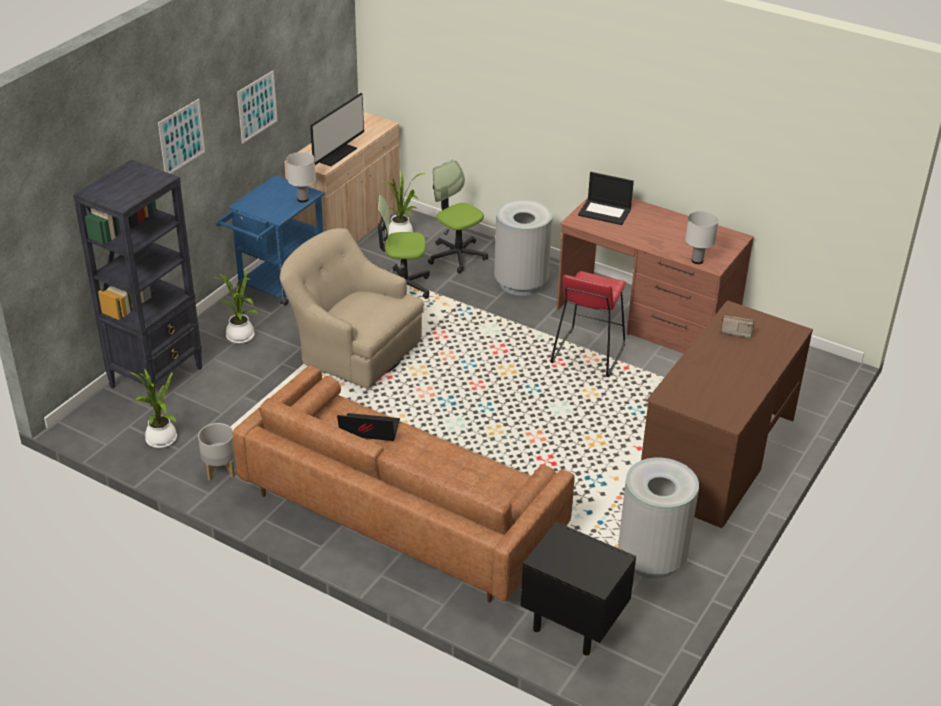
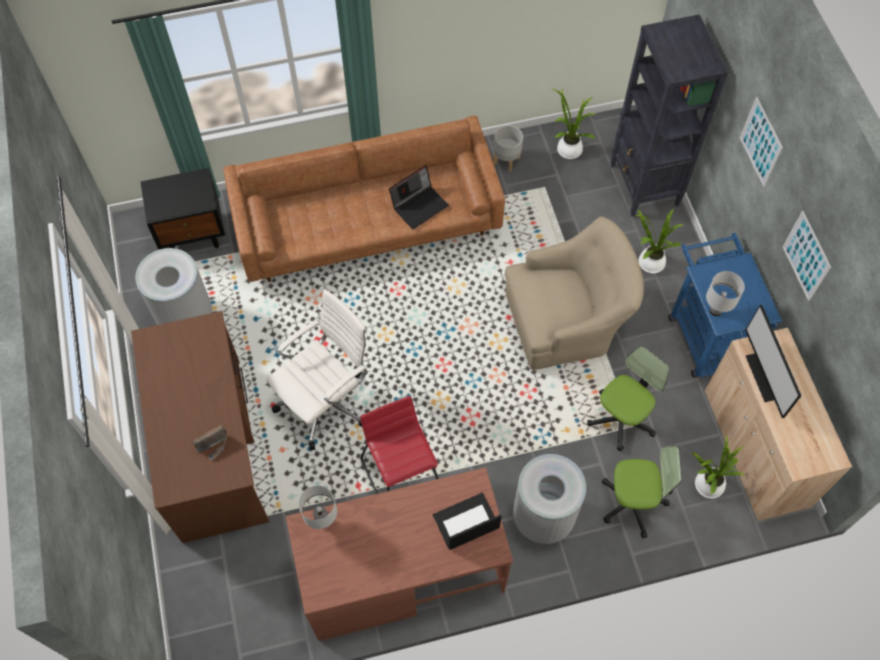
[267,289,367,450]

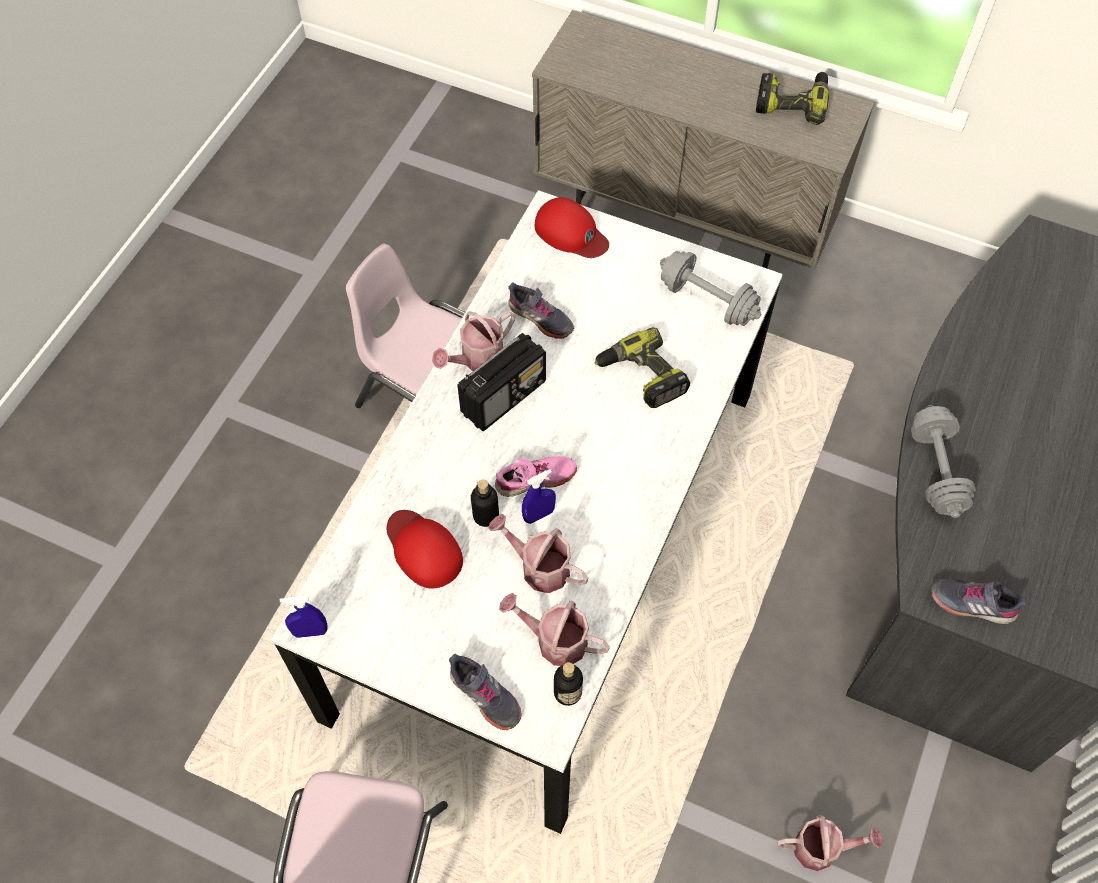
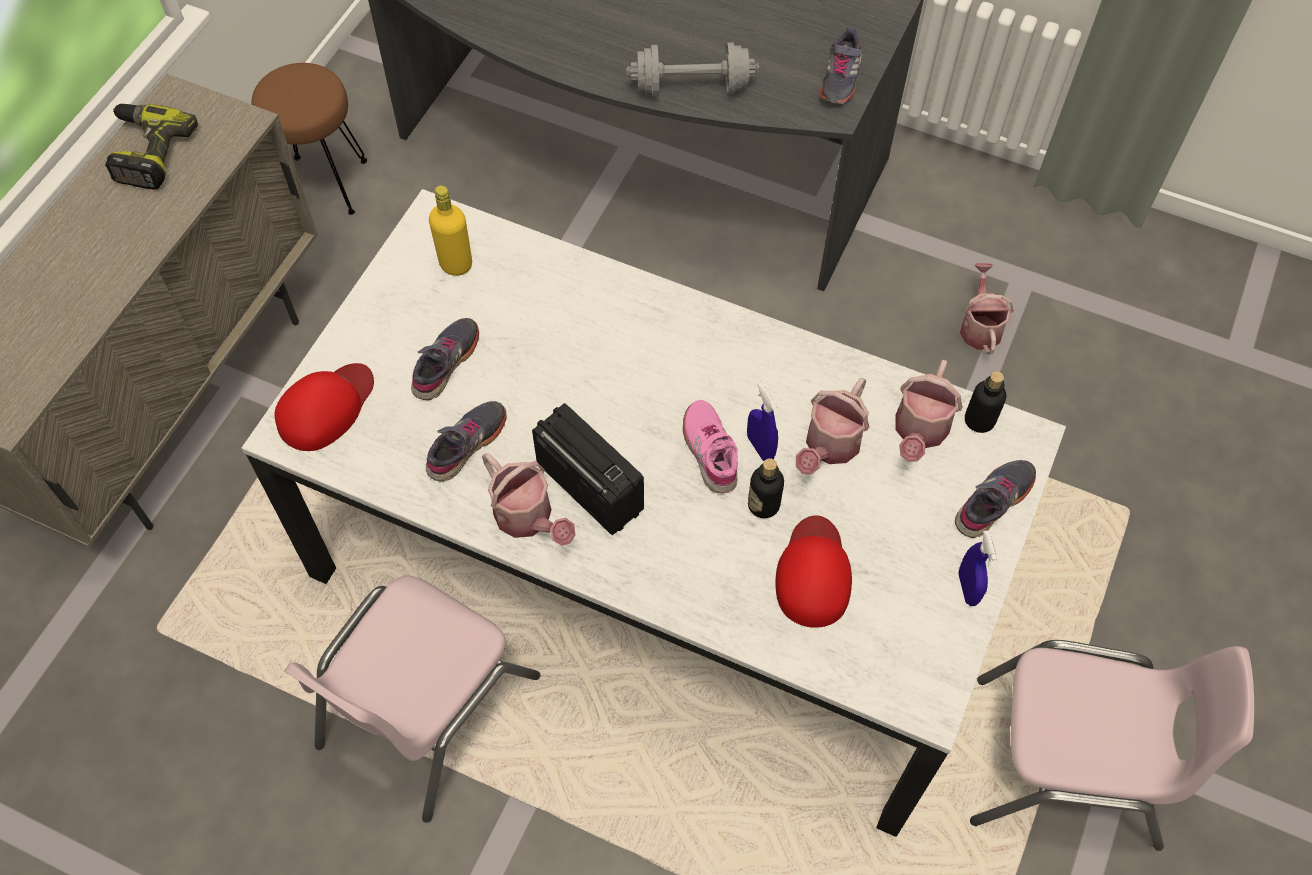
[252,63,367,215]
[411,318,479,400]
[429,185,472,276]
[775,515,852,628]
[958,531,997,606]
[595,327,690,408] (first image)

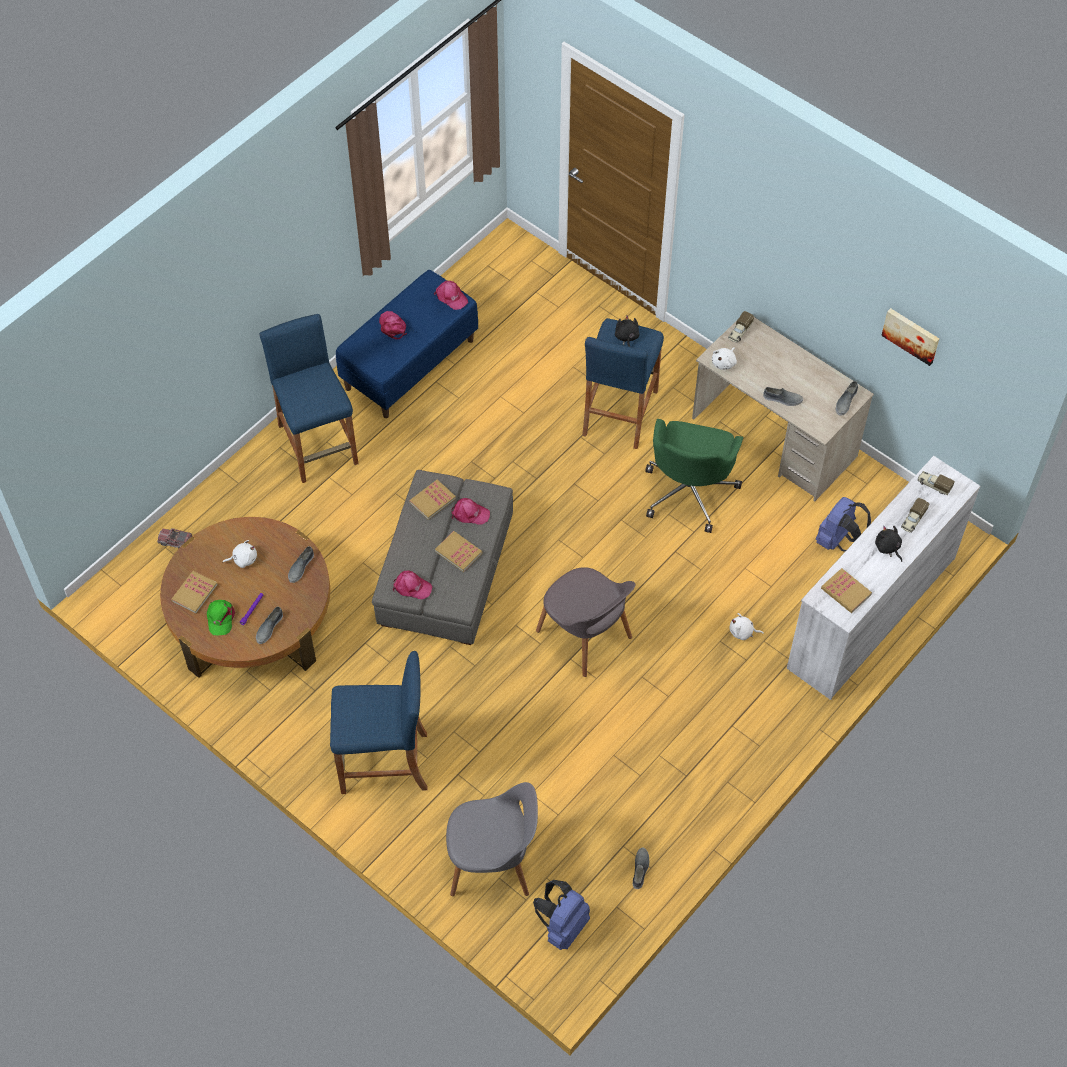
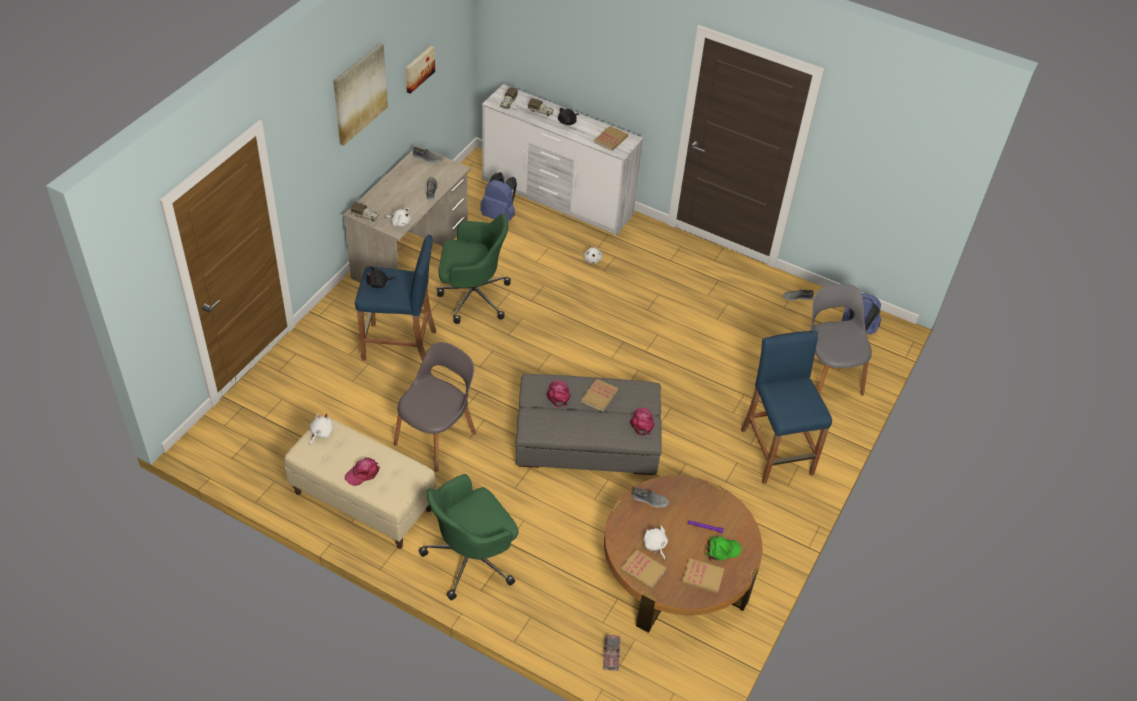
[284,416,436,549]
[309,413,333,445]
[333,43,388,146]
[394,342,476,472]
[419,474,519,600]
[620,549,667,590]
[256,607,283,644] (first image)

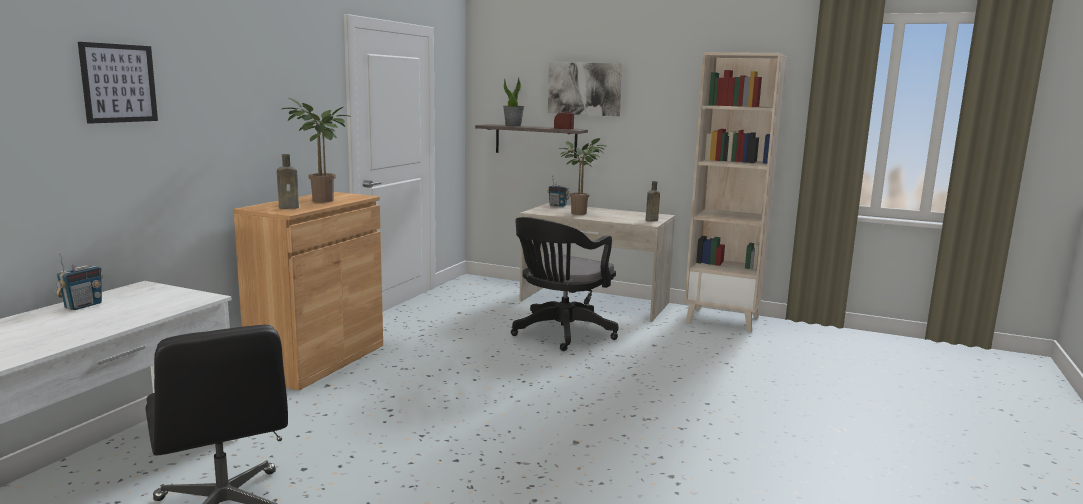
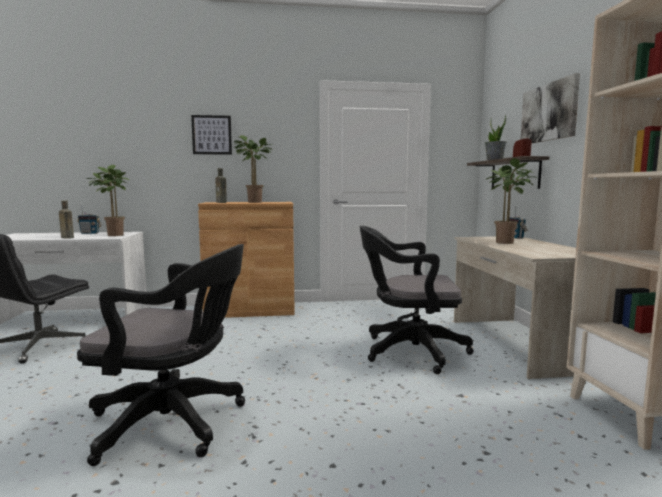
[59,201,74,239]
[77,244,245,466]
[86,165,129,236]
[191,115,232,155]

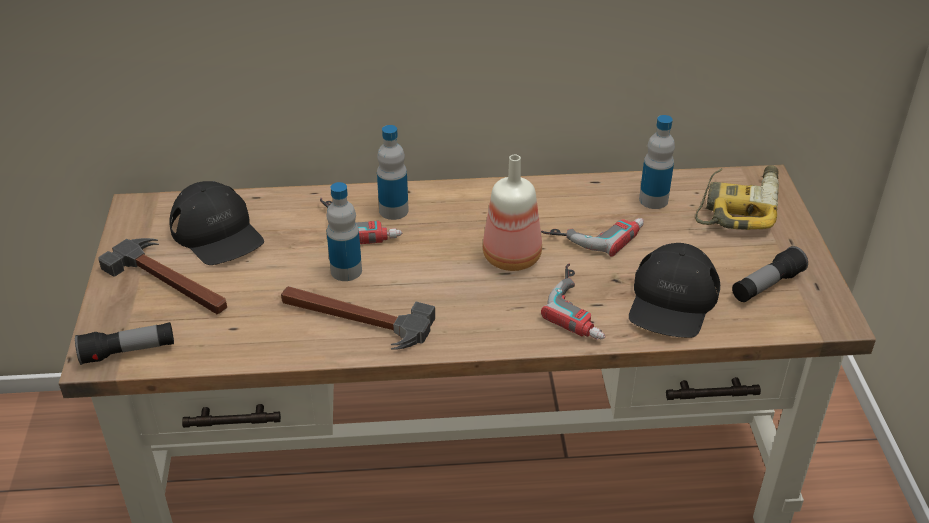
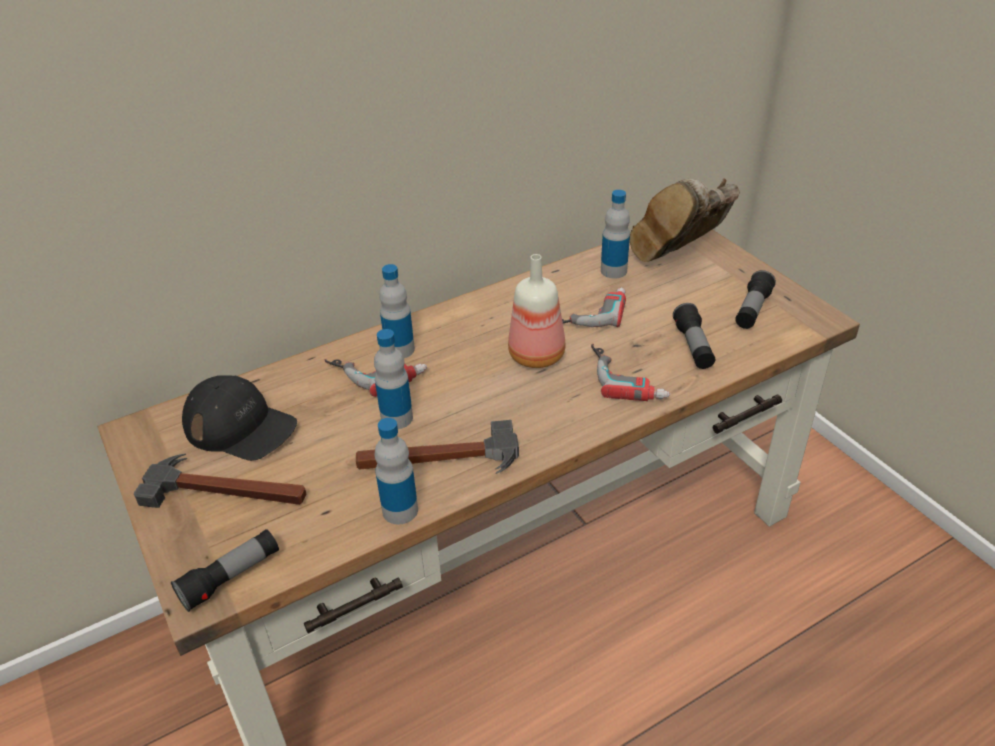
[374,418,418,525]
[630,178,740,262]
[673,303,715,369]

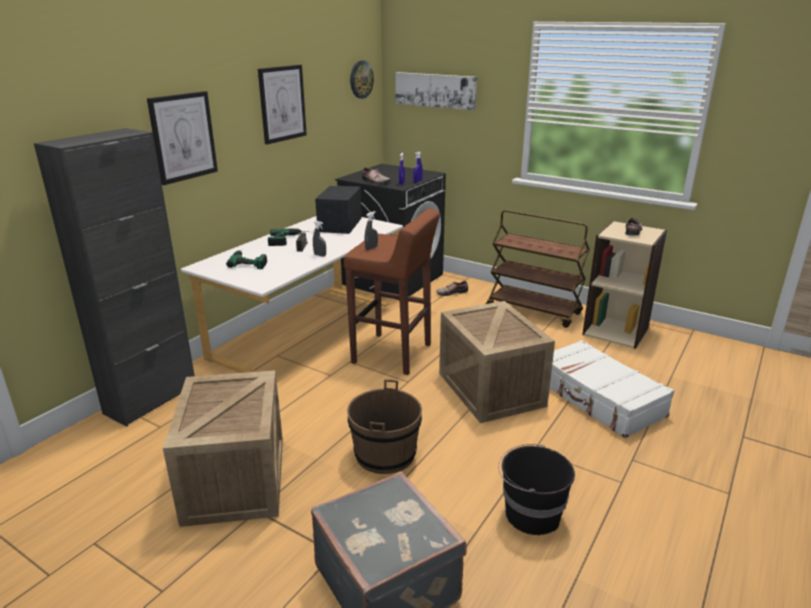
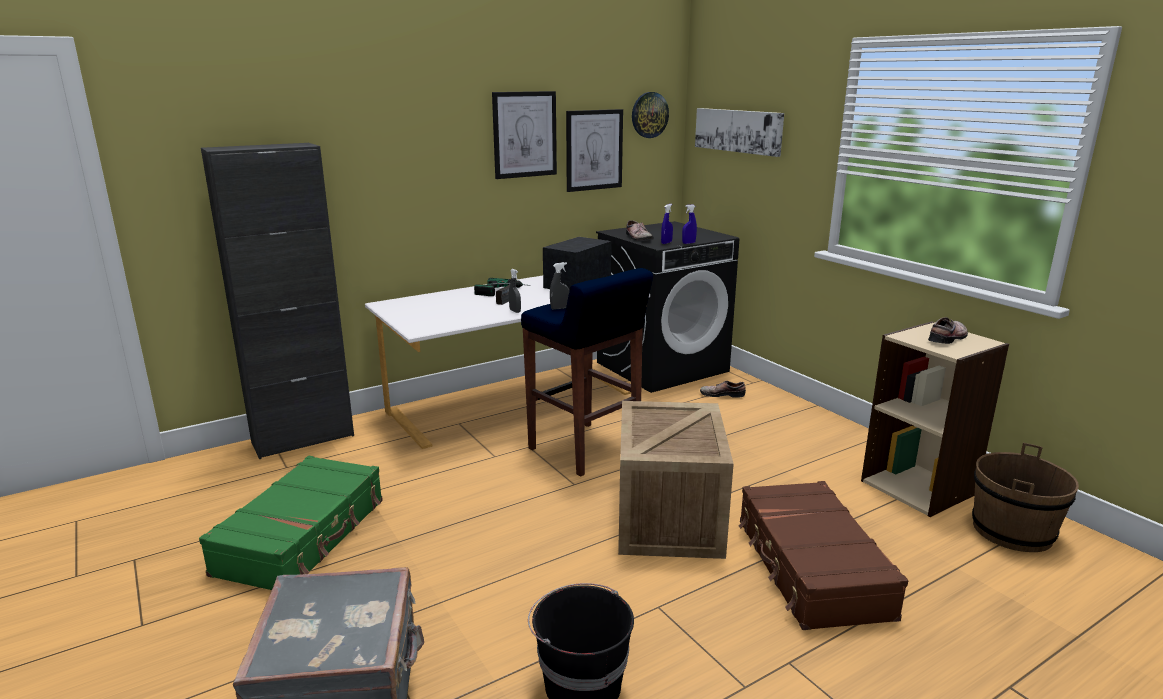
[199,456,383,590]
[521,268,653,476]
[566,109,623,192]
[739,481,908,630]
[972,443,1079,552]
[226,249,267,269] (first image)
[486,210,590,328] (first image)

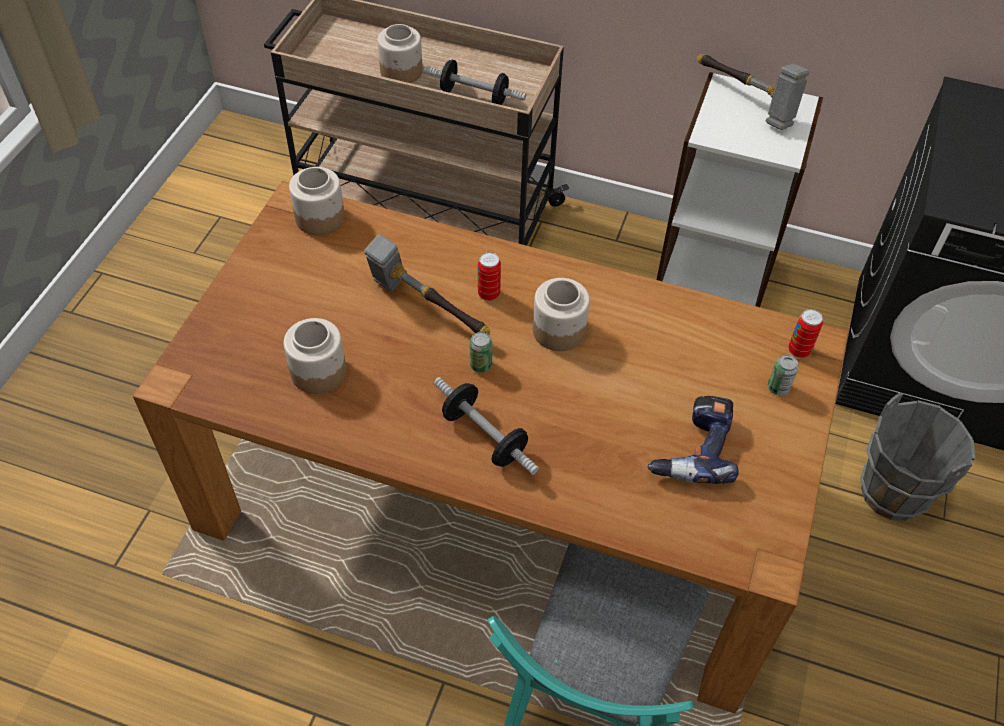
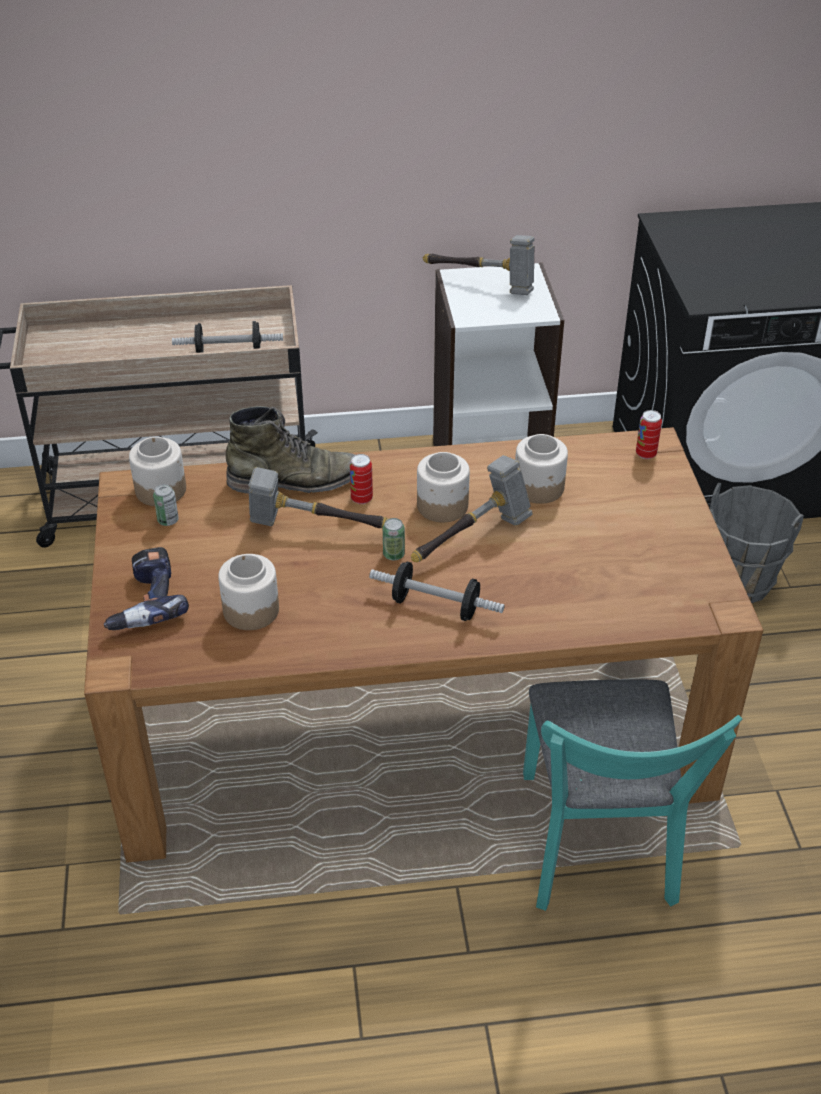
[104,547,189,630]
[153,484,179,526]
[226,406,355,494]
[411,455,532,562]
[515,434,568,504]

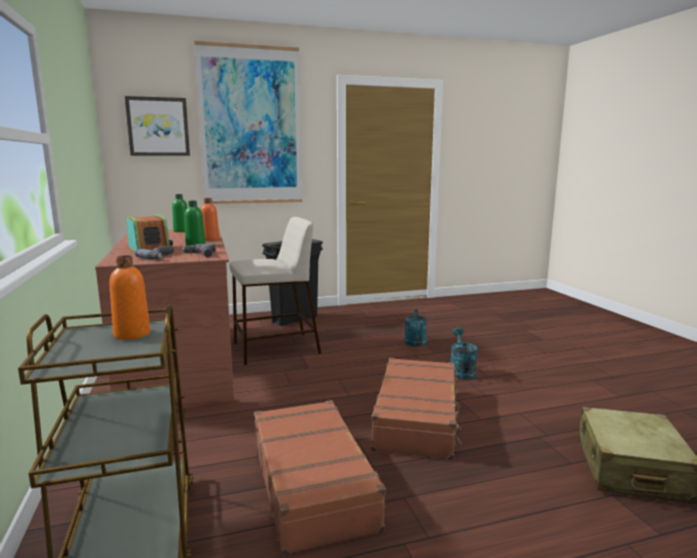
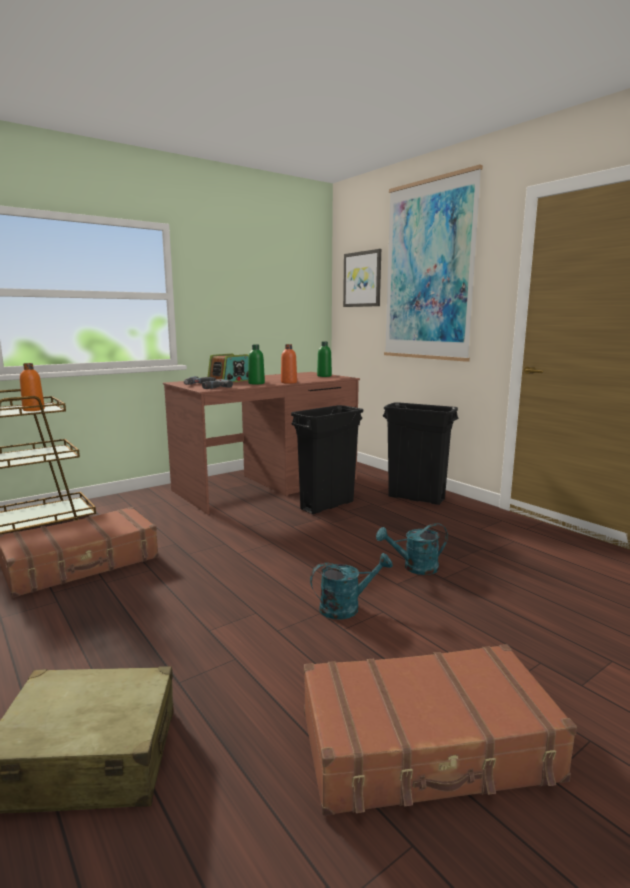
[291,405,363,514]
[304,644,577,816]

